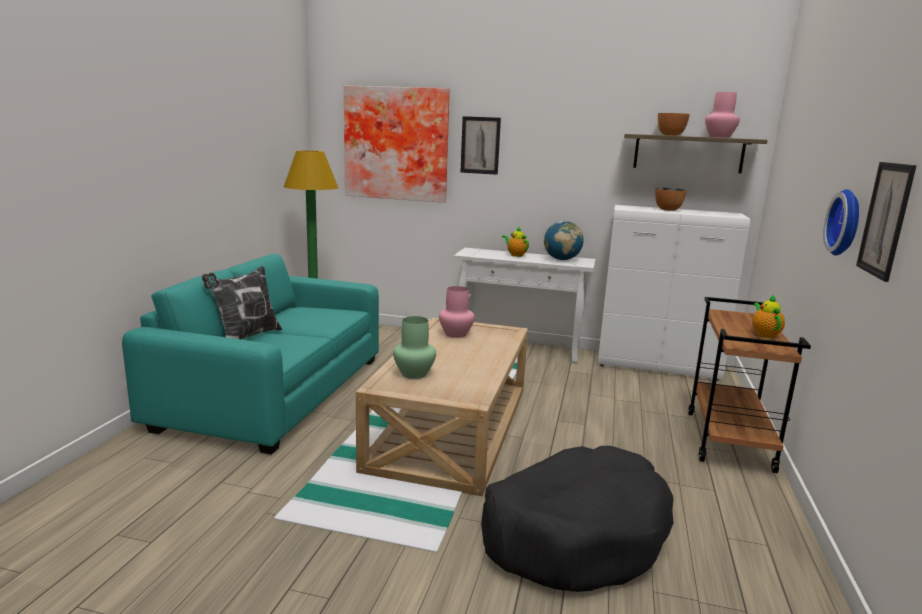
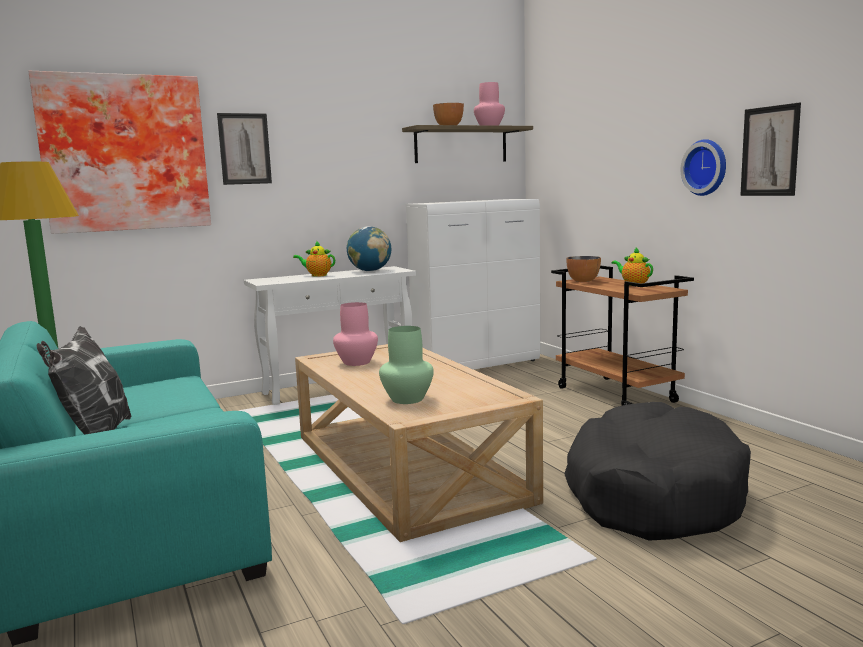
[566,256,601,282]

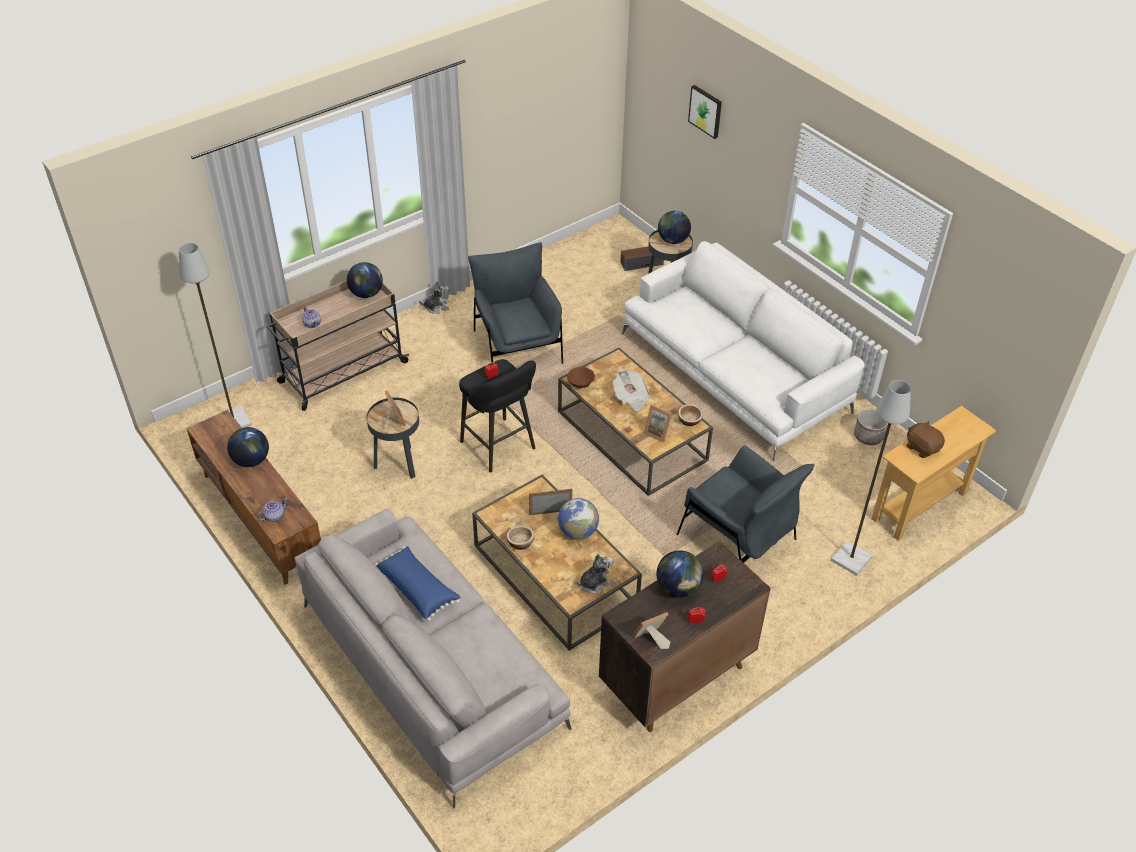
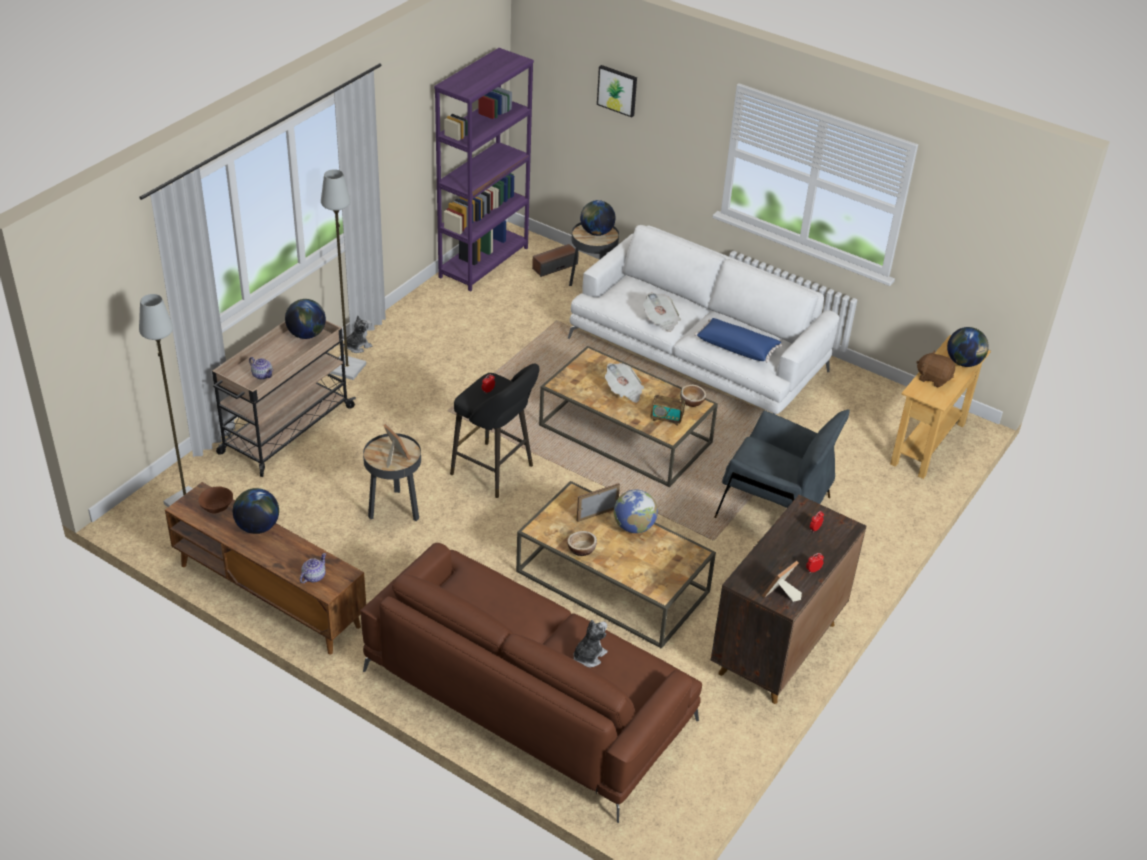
[198,486,233,514]
[321,169,366,380]
[360,543,702,823]
[434,48,534,292]
[573,620,607,667]
[643,292,681,332]
[650,389,685,426]
[695,318,782,362]
[947,327,989,367]
[468,242,563,364] (first image)
[854,409,888,445] (first image)

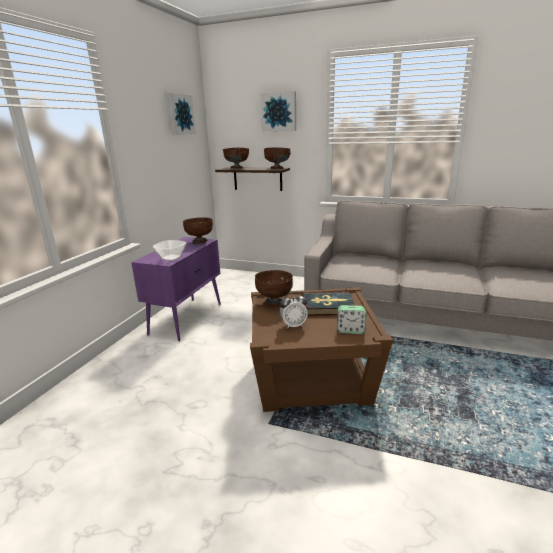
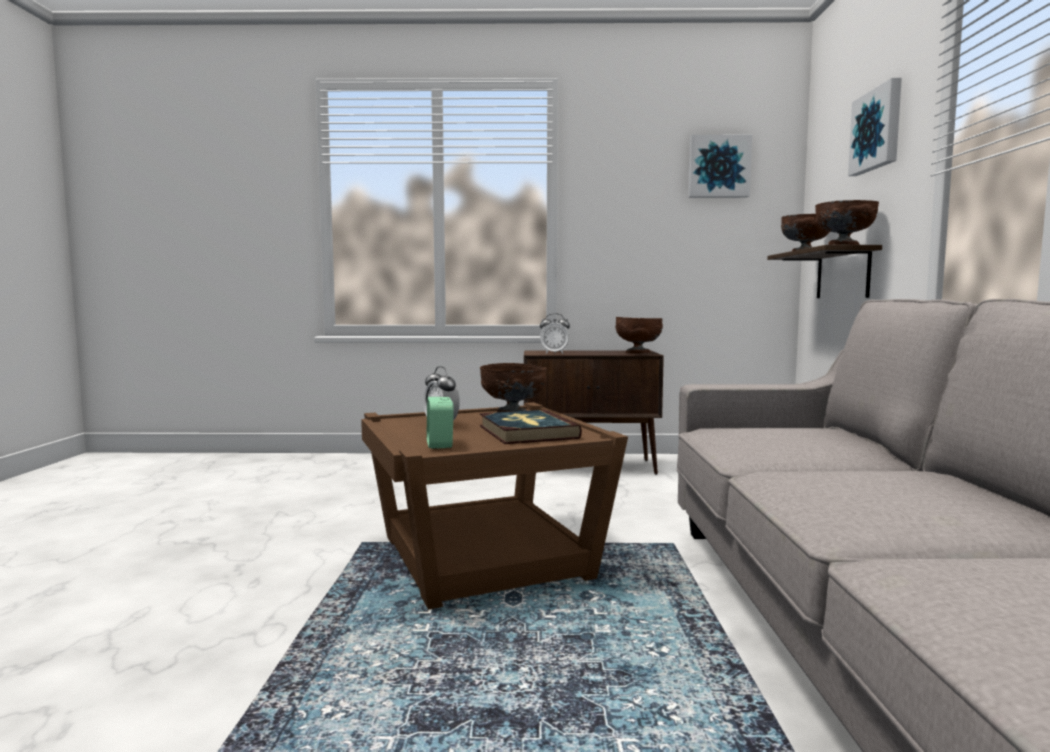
[524,350,664,475]
[540,313,570,354]

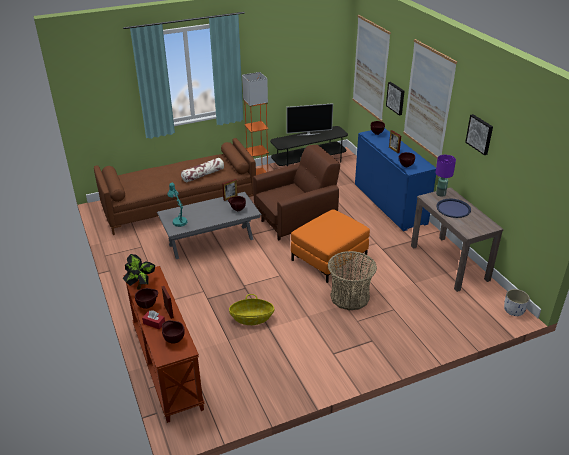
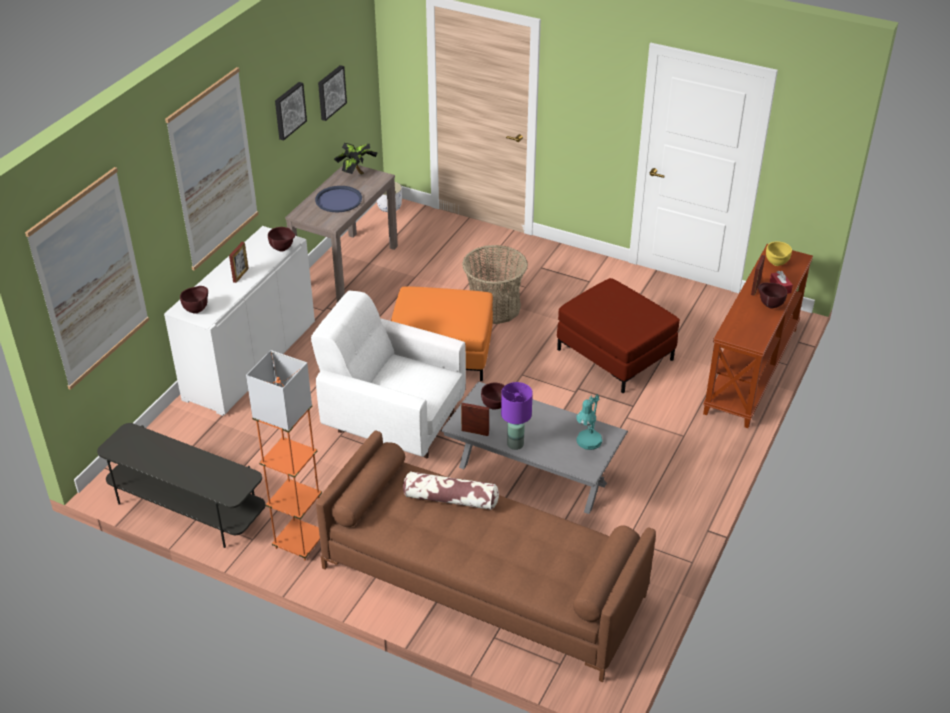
[164,226,315,416]
[311,290,466,458]
[318,65,347,121]
[334,143,378,174]
[501,382,533,450]
[557,278,680,393]
[766,241,792,266]
[286,103,333,136] (first image)

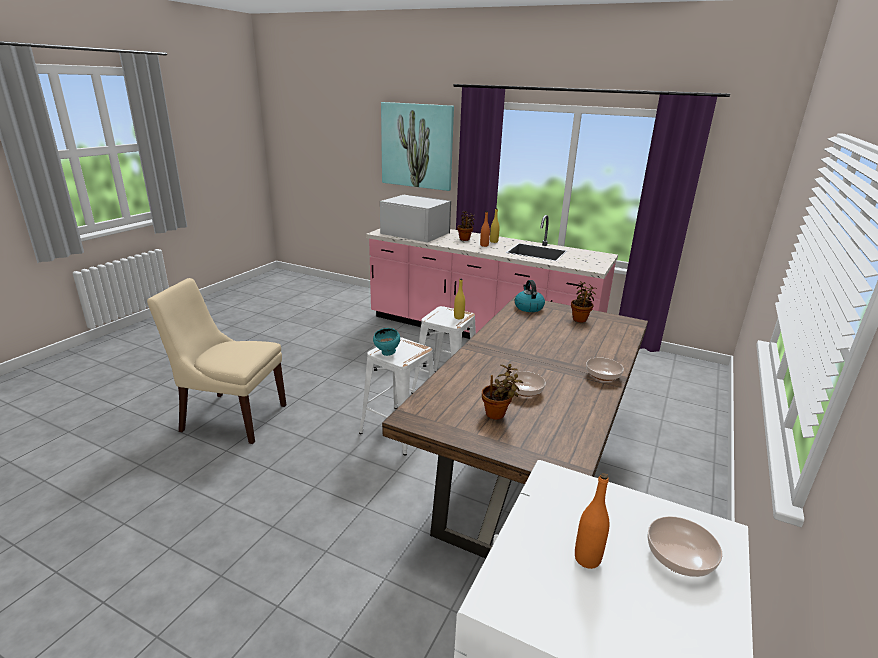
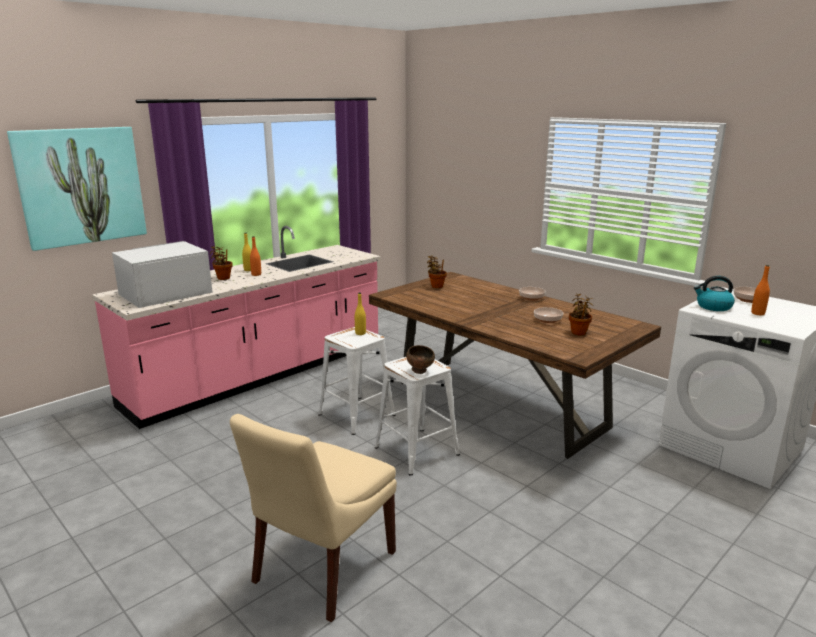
[406,345,435,374]
[694,276,735,311]

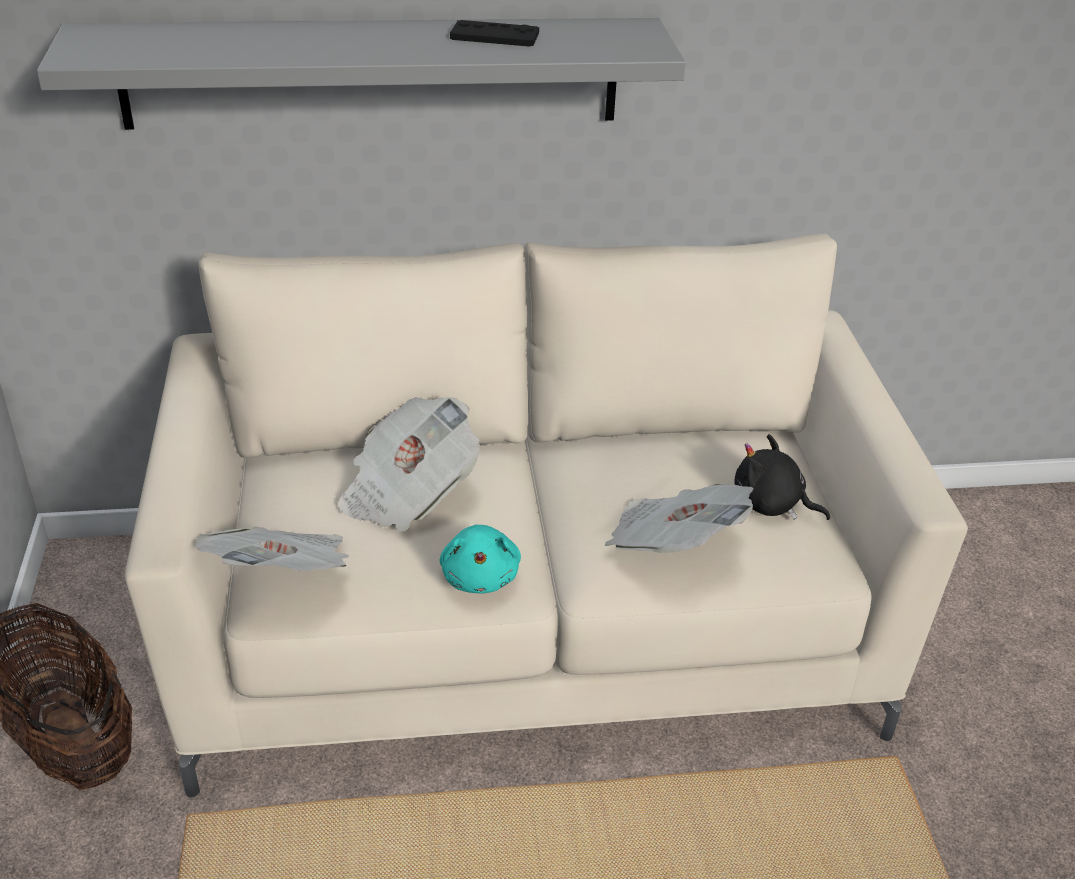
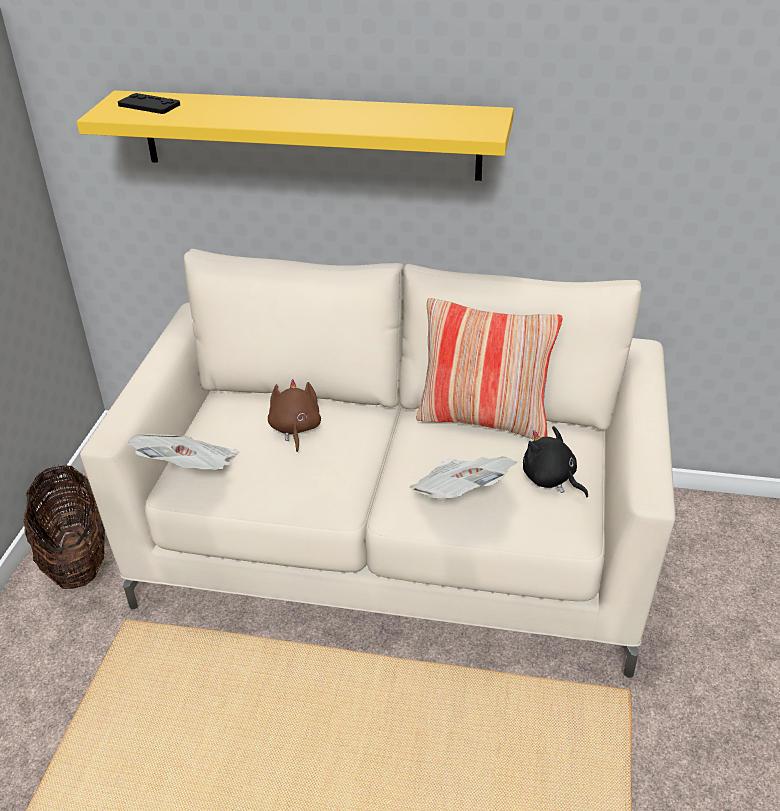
[77,90,514,181]
[118,93,180,114]
[268,379,321,452]
[416,298,562,440]
[440,524,521,593] (first image)

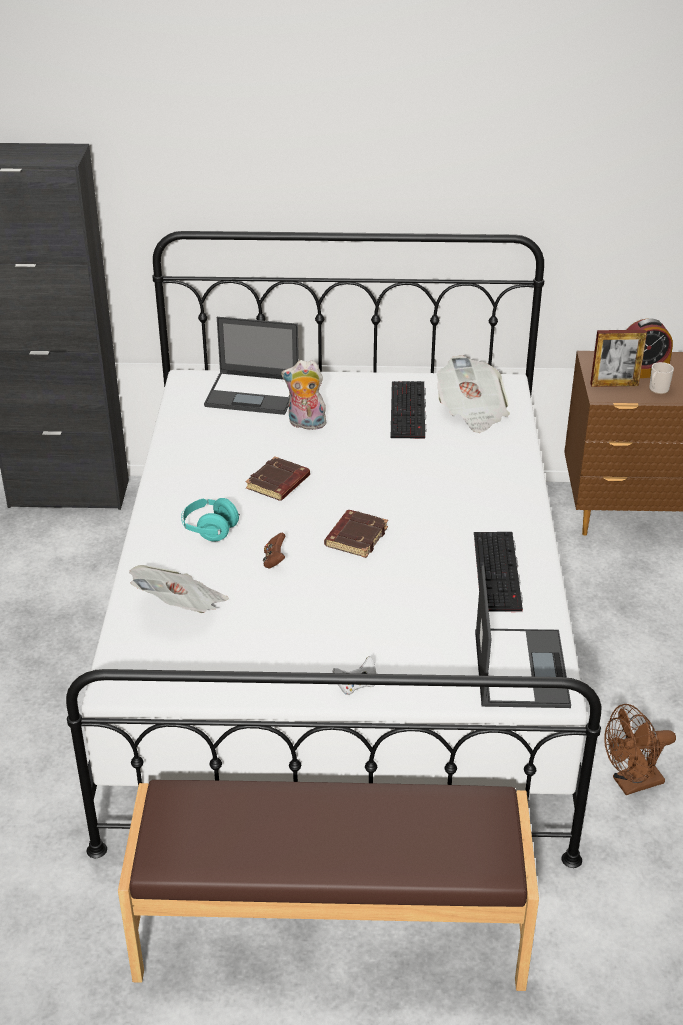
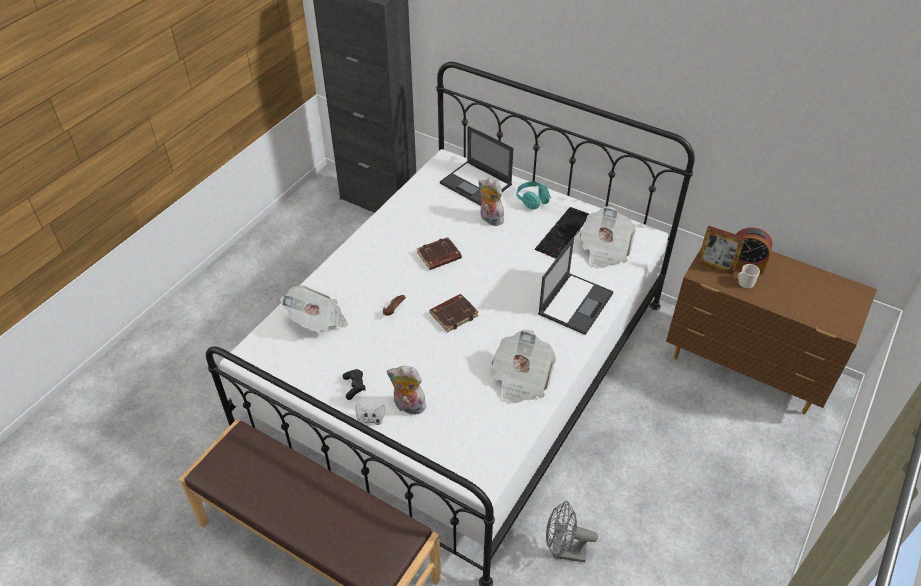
[342,369,366,400]
[387,366,426,415]
[492,330,556,404]
[516,181,551,210]
[538,237,614,335]
[546,501,598,562]

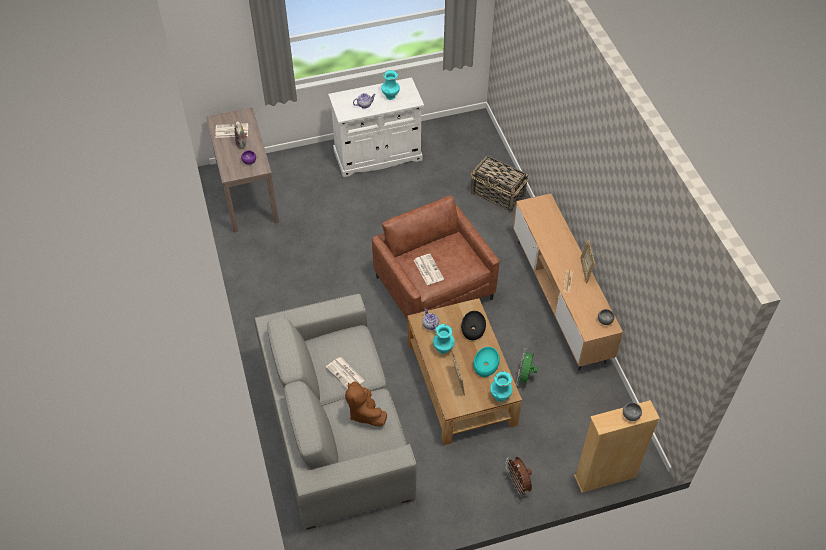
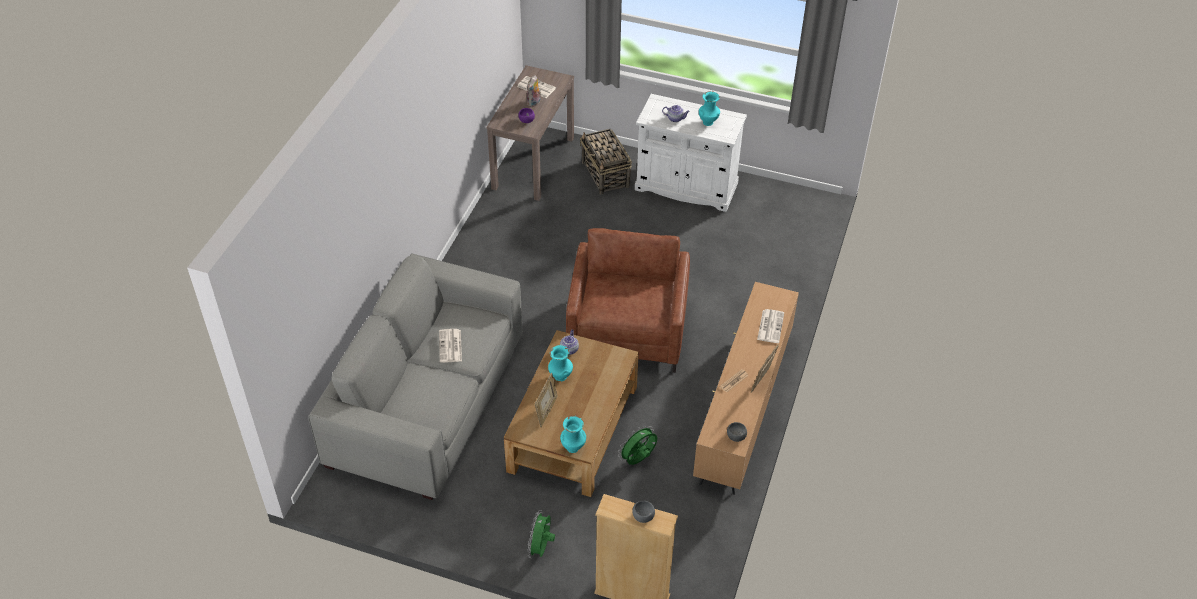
[527,510,555,558]
[580,129,632,194]
[757,309,784,343]
[345,382,387,427] (first image)
[461,311,486,340] (first image)
[473,347,500,377] (first image)

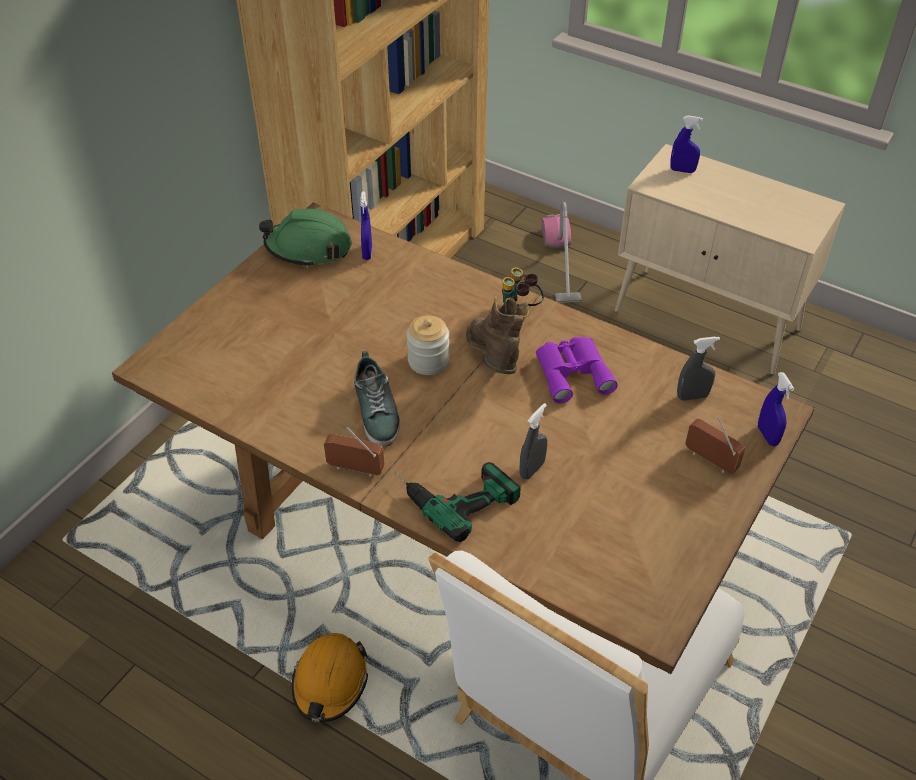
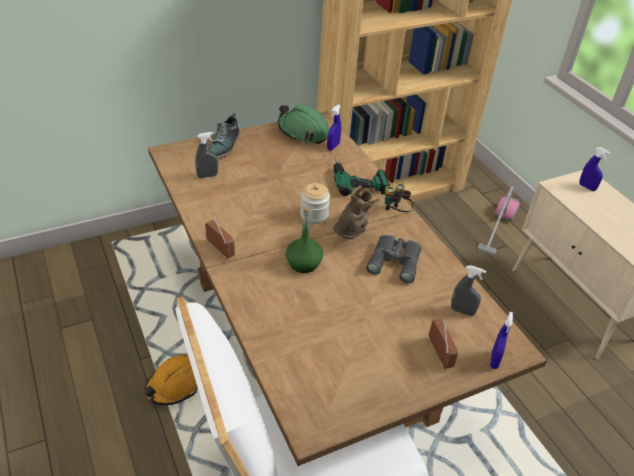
[195,132,218,178]
[207,113,239,159]
[286,207,323,273]
[333,159,390,196]
[366,235,422,283]

